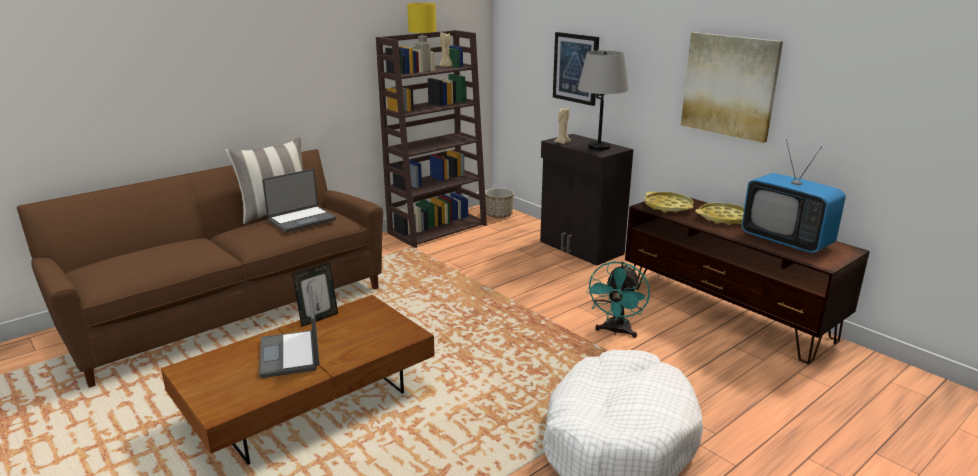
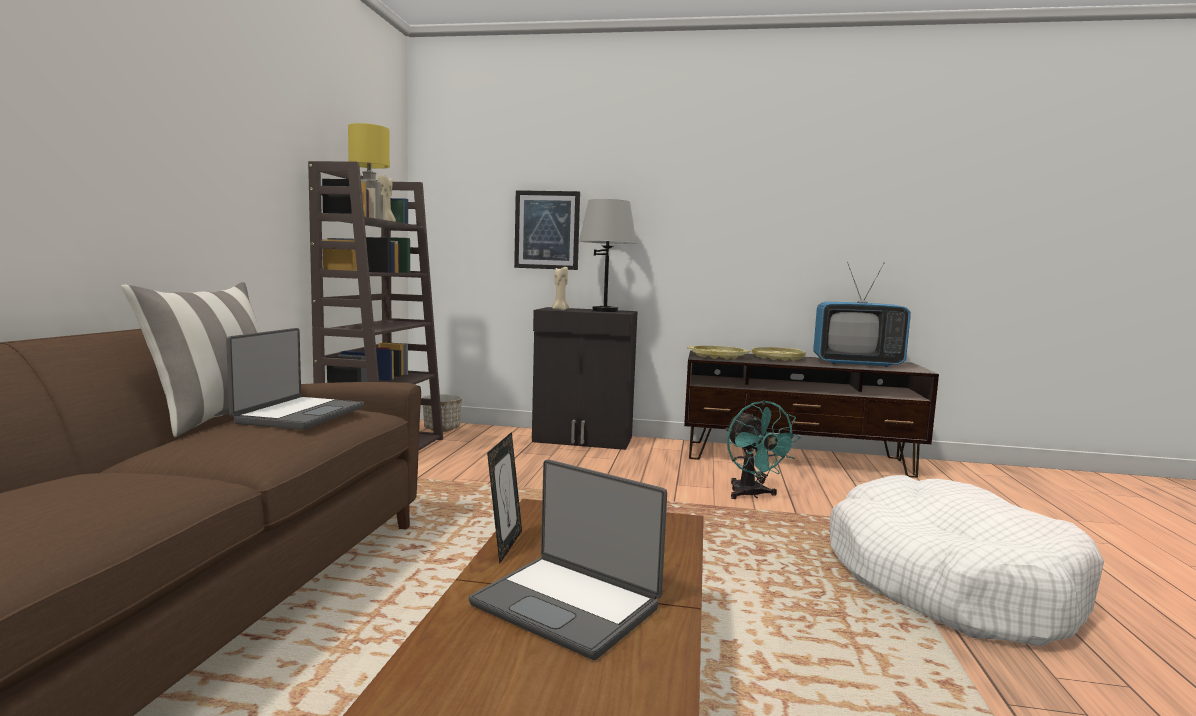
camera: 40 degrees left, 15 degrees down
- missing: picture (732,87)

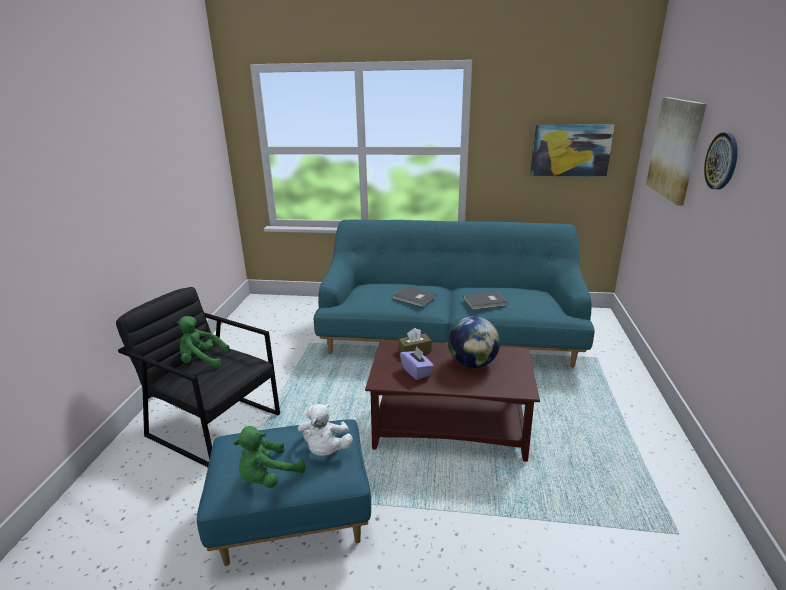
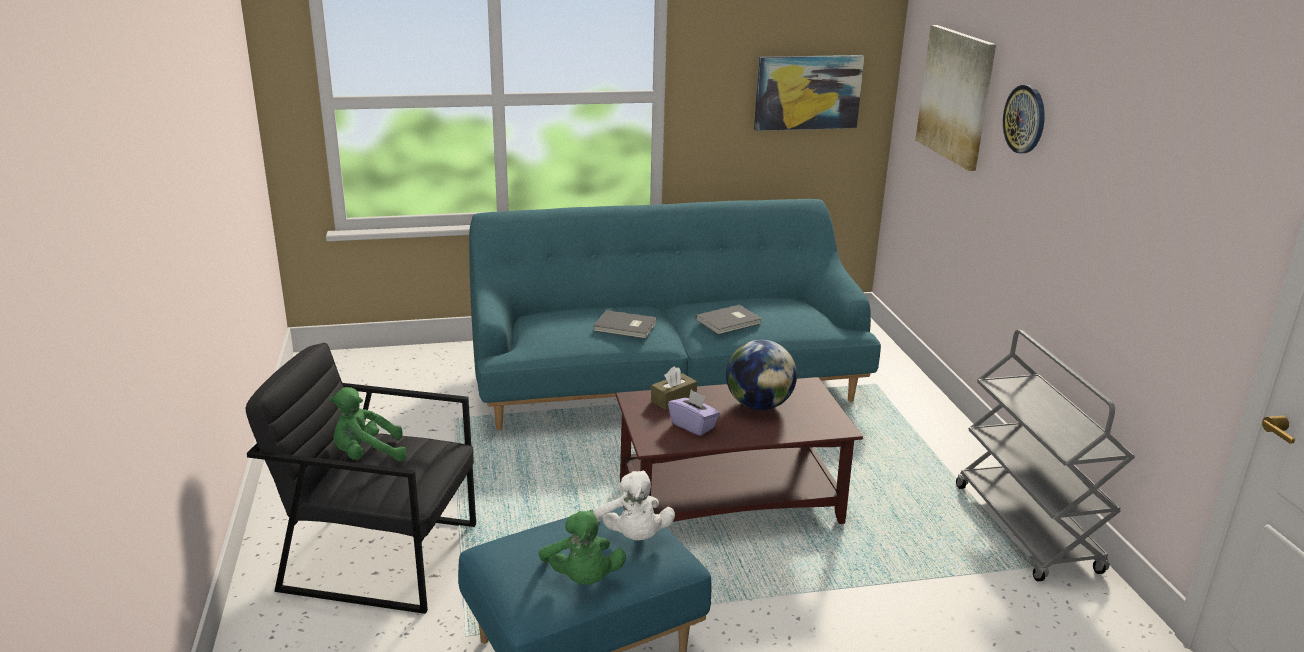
camera: 20 degrees left, 0 degrees up
- spun: plush toy/green (269,457) = (582,547) 45 degrees counterclockwise
- appeared: cart/grey (1045,455)

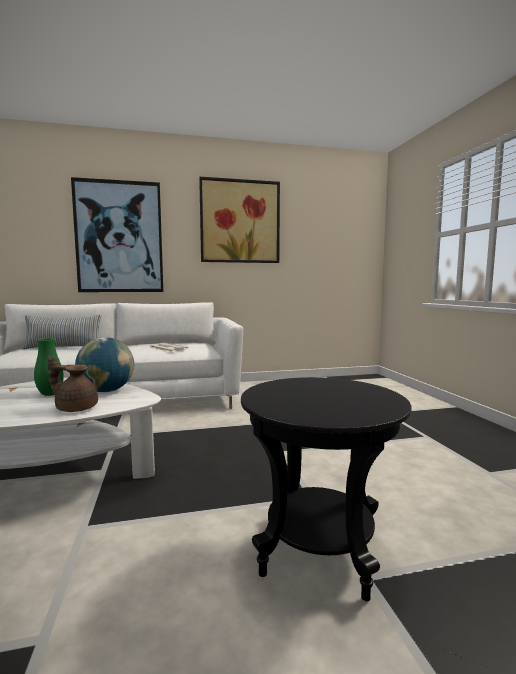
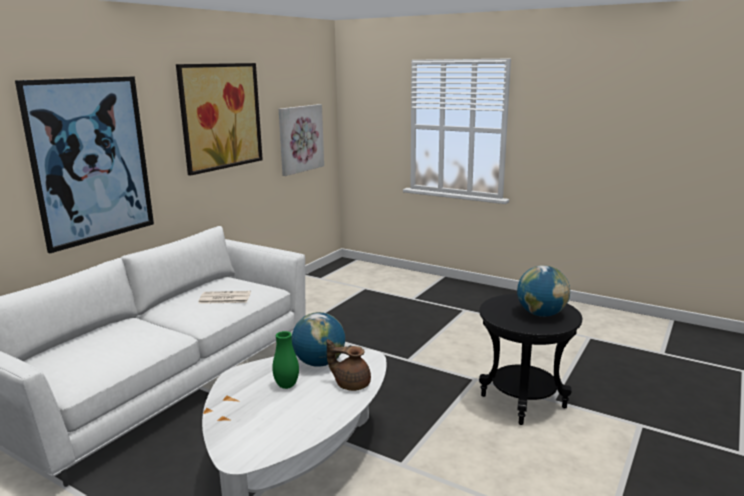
camera: 45 degrees left, 10 degrees up
- missing: pillow (62,332)
- spun: teapot/brown (73,384) = (348,365) 45 degrees clockwise
- appeared: picture (301,140)
- appeared: globe (543,291)

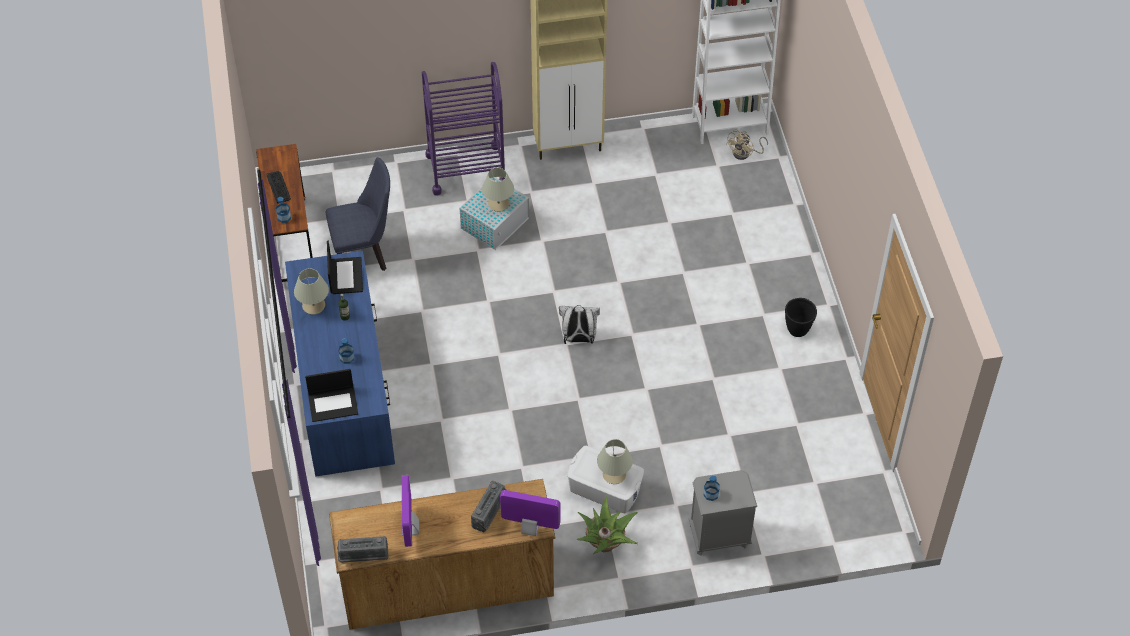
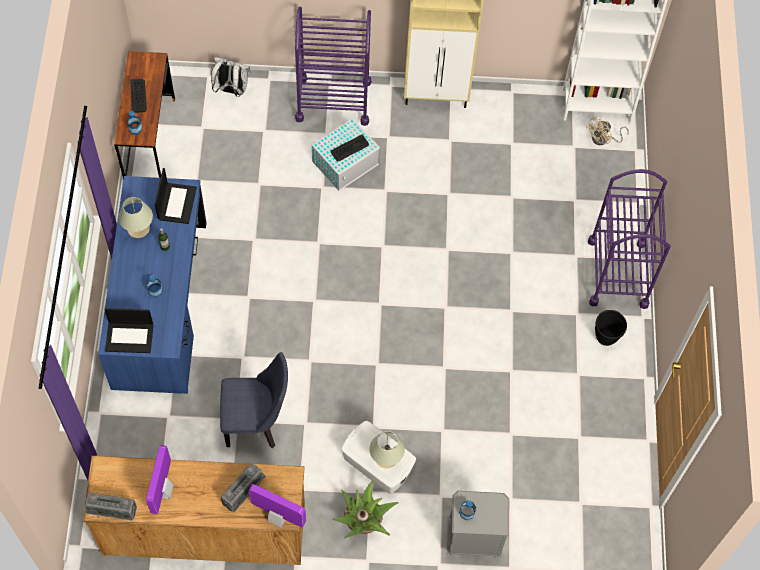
camera: 10 degrees right, 10 degrees up
- relocated: chair/blue (358,214) to (254,400)
- exchanged: table lamp/beige (498,190) to keyboard (349,147)
- relocated: backpack/white (579,324) to (231,77)
- appeared: cart/purple (629,239)

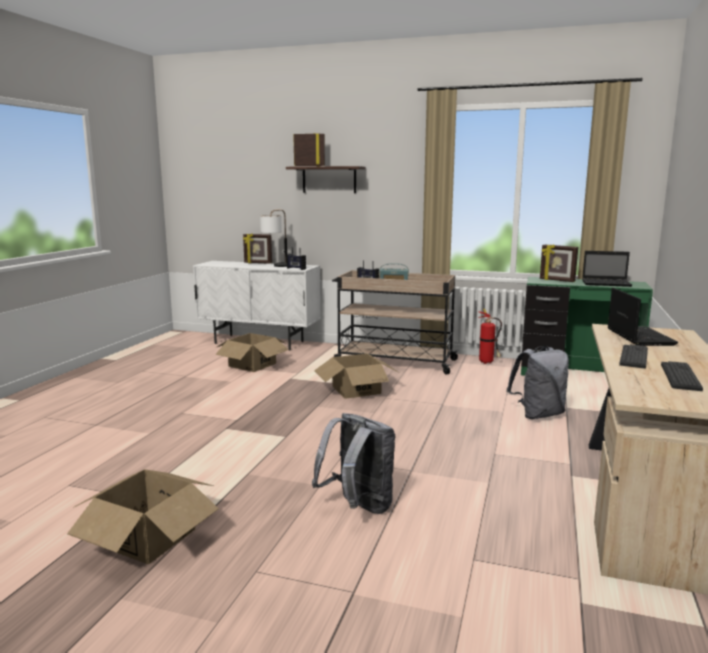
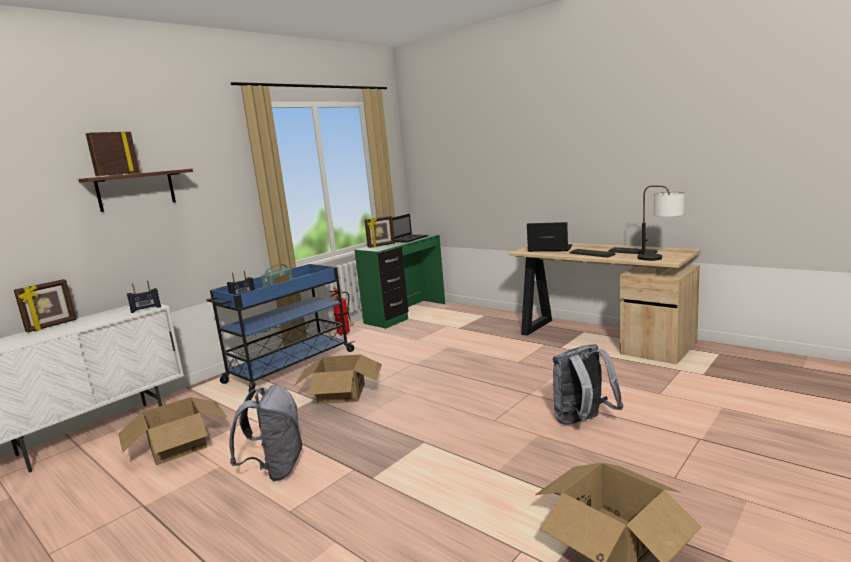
camera: 65 degrees left, 0 degrees up
- relocated: table lamp (273,238) to (661,223)
- colour: cart/beige (395,322) to cart/blue (280,328)
- relocated: backpack/grey (538,382) to (265,433)

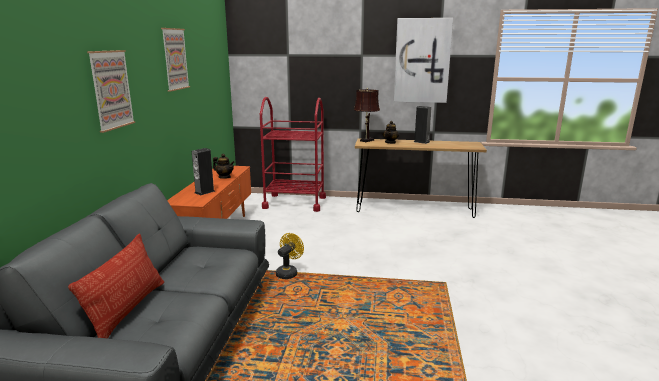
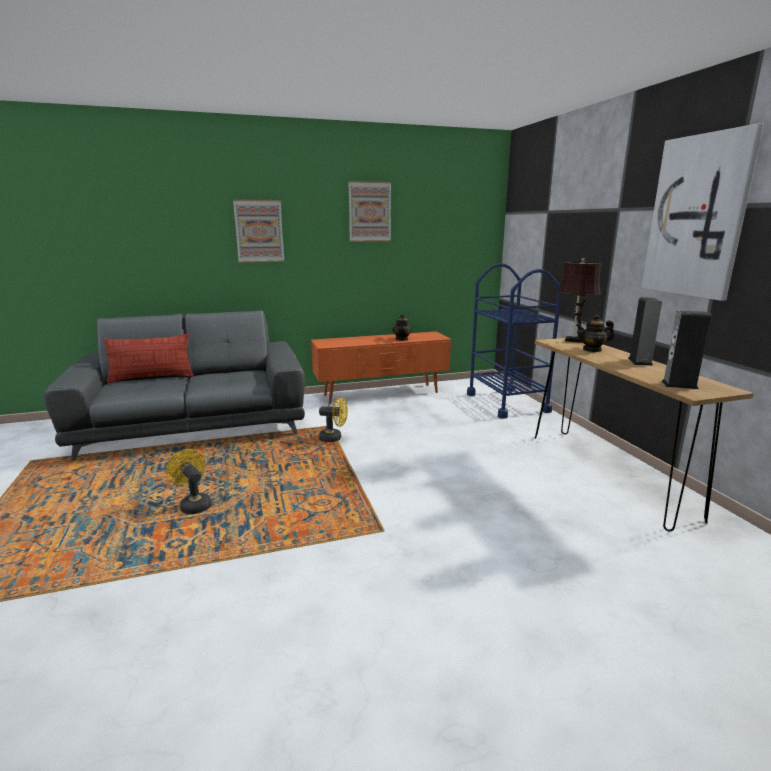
camera: 65 degrees right, 0 degrees up
- relocated: speaker (203,171) to (686,350)
- colour: cart/red (293,154) to cart/blue (514,341)
- appeared: fan/yellow (189,481)

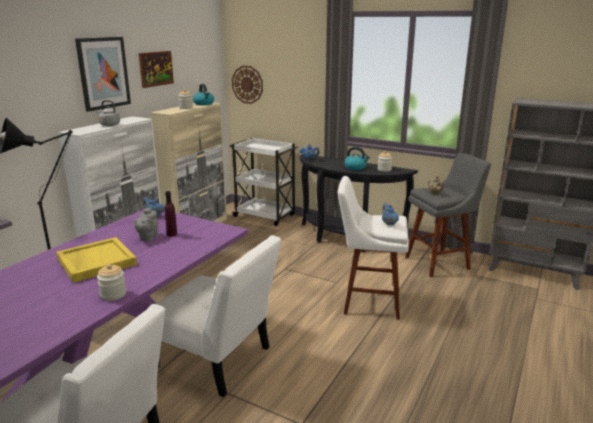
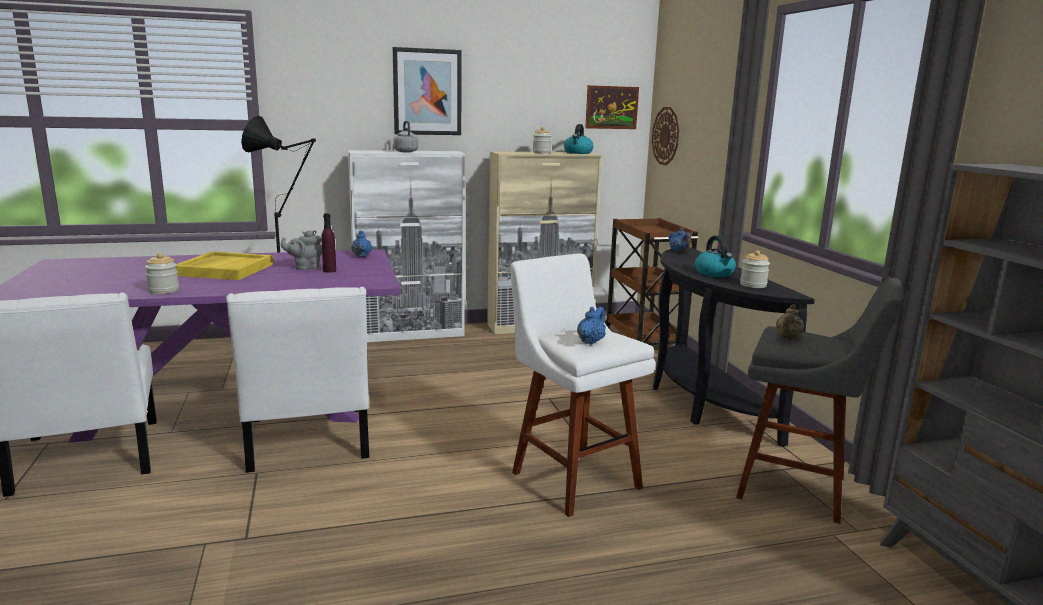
camera: 45 degrees right, 5 degrees down
- relocated: picture (156,69) to (612,107)
- colour: cart/white (264,182) to cart/brown (651,282)

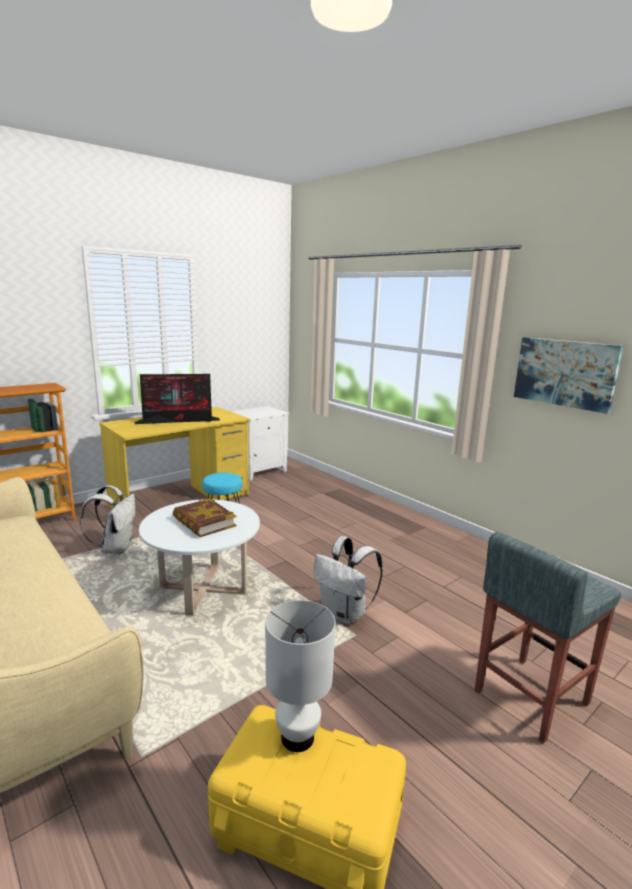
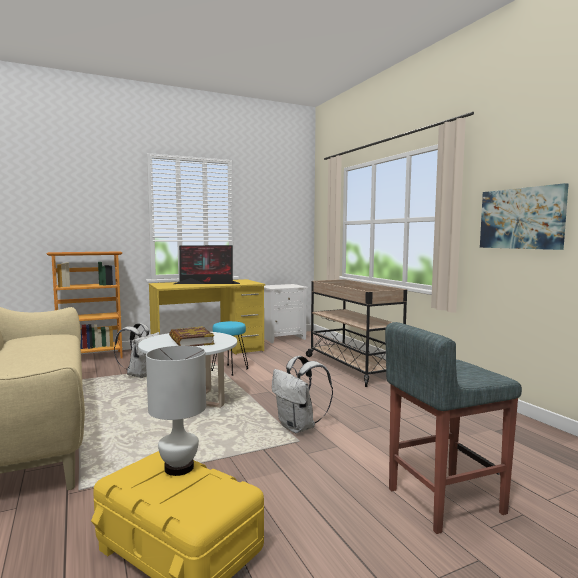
camera: 15 degrees right, 10 degrees down
- appeared: cart/beige (356,333)

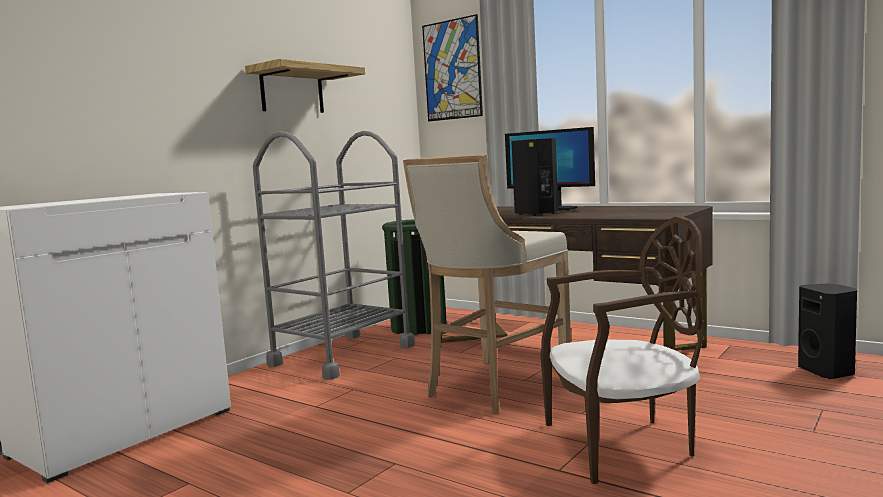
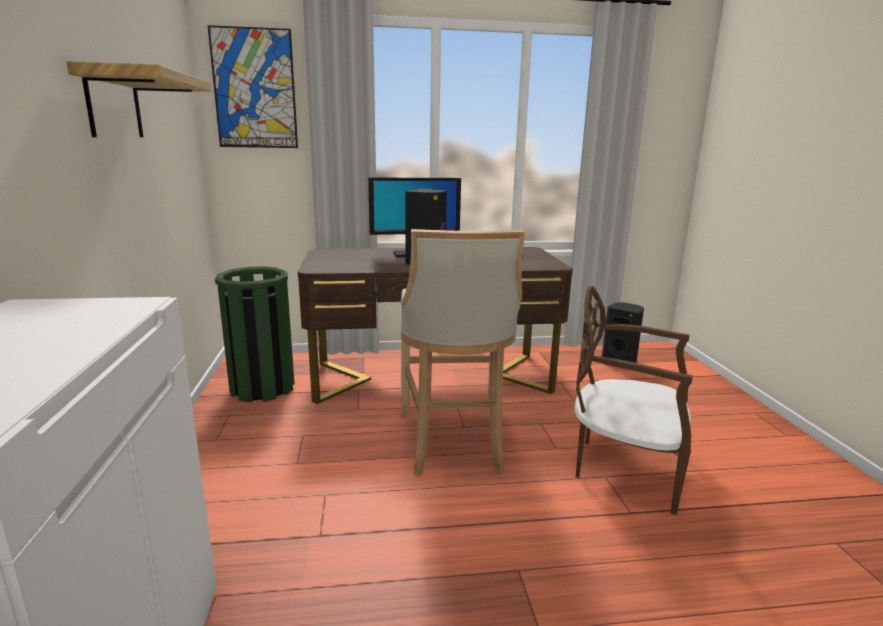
camera: 45 degrees left, 10 degrees up
- missing: cart/grey (334,255)
- spun: chair/brown (621,350) = (634,400) 105 degrees counterclockwise

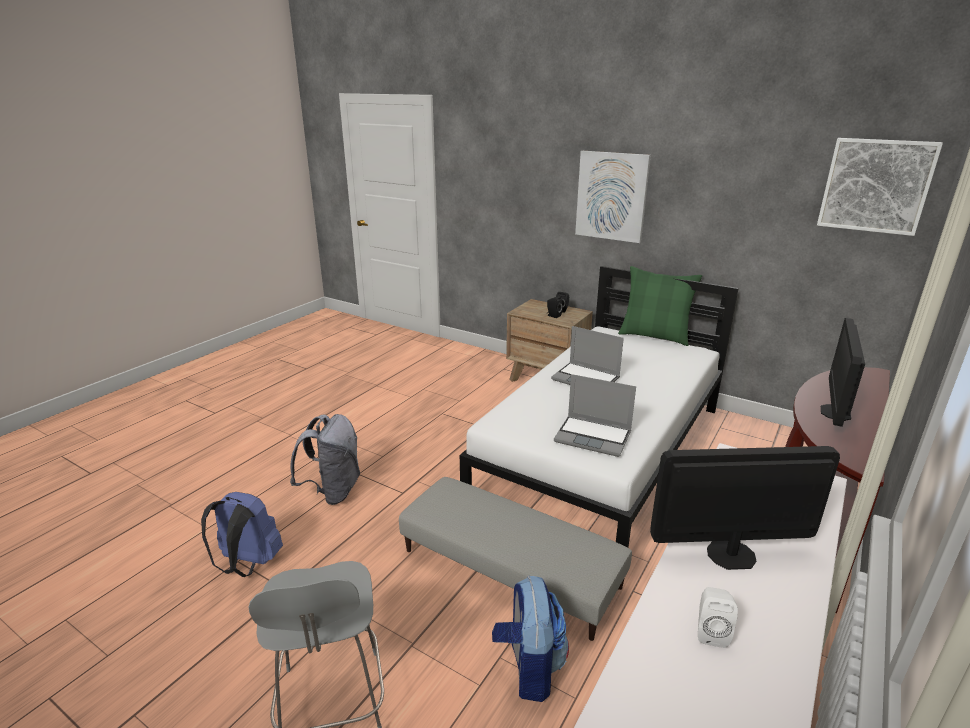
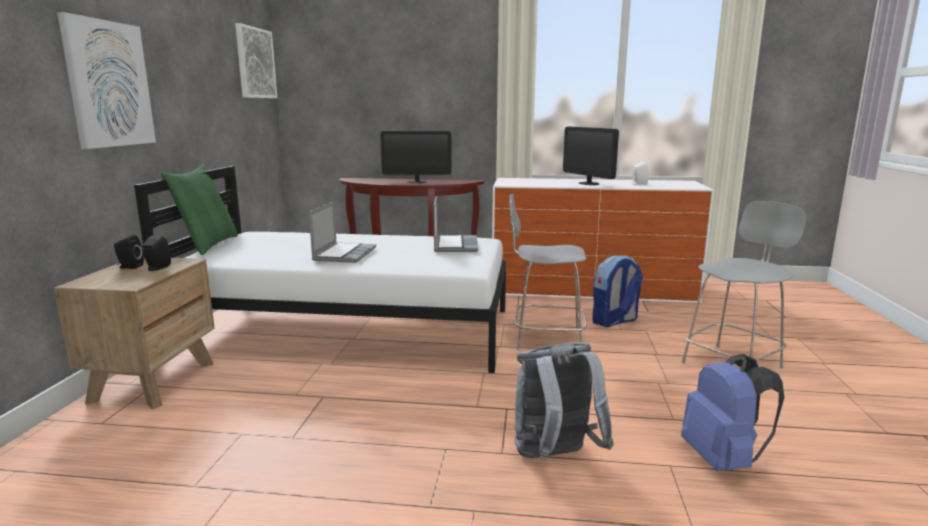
camera: 115 degrees left, 10 degrees down
- exchanged: ottoman/grey (515,559) to chair/grey (548,272)

